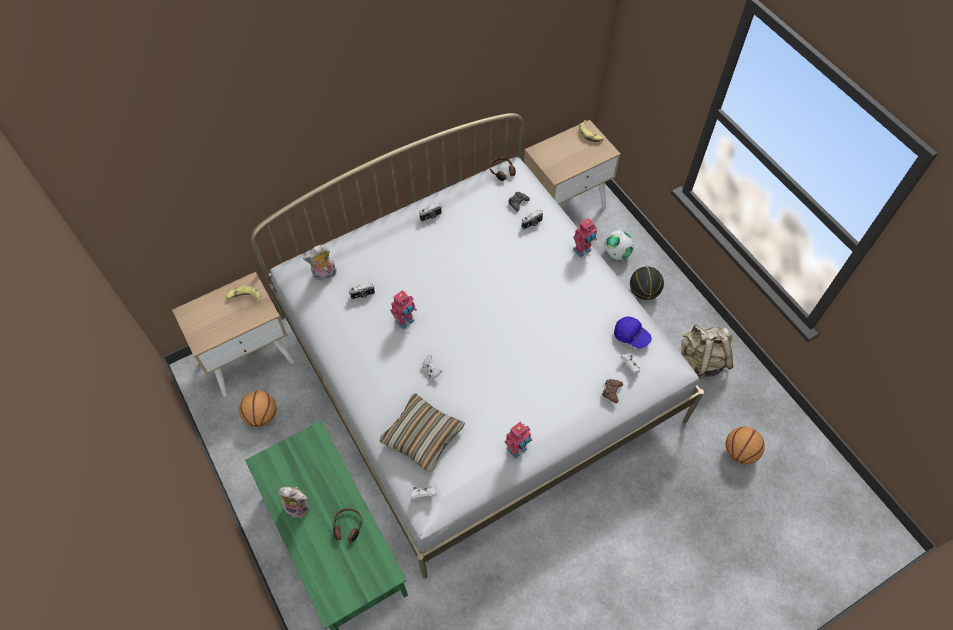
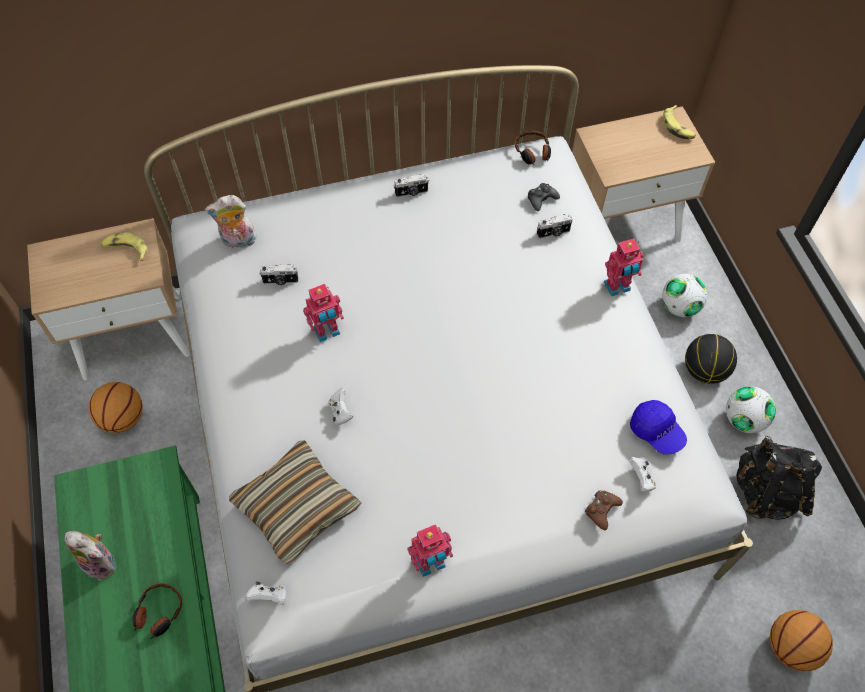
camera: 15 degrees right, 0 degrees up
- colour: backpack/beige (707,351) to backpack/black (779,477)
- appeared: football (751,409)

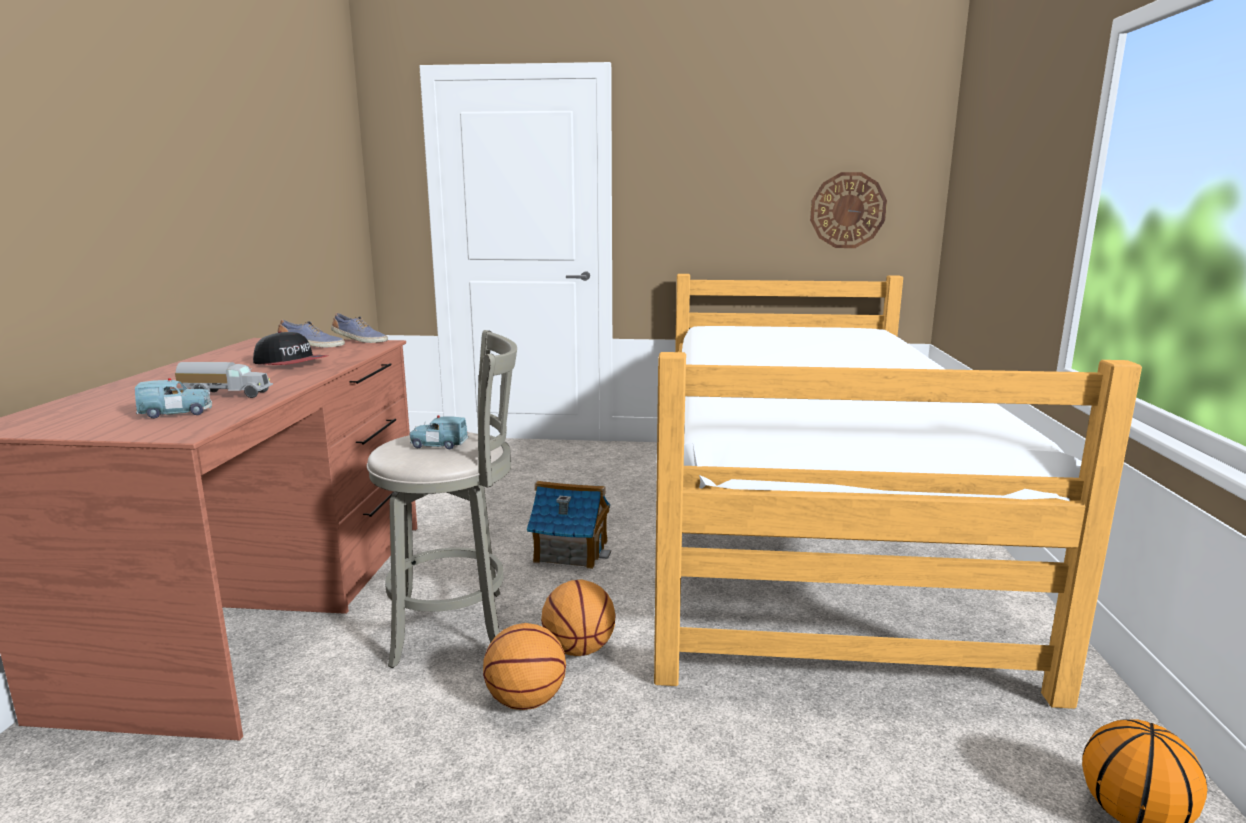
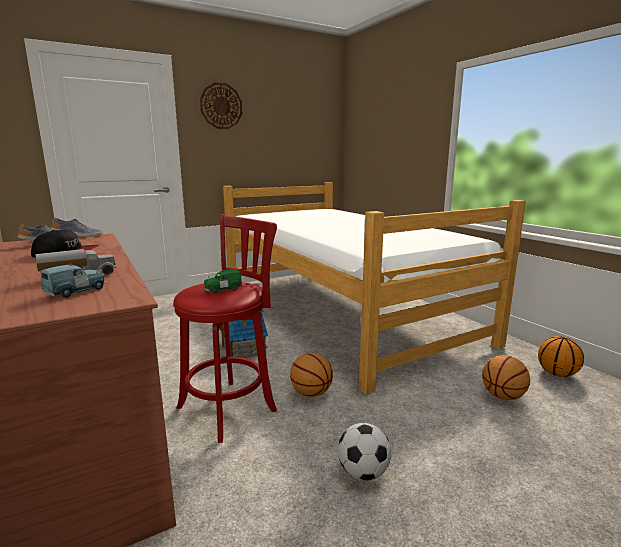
camera: 35 degrees left, 0 degrees up
- colour: stool/grey (442,499) to stool/red (225,328)
- colour: toy car/blue (438,432) to toy car/green (223,281)
- relocated: basketball (524,666) to (506,377)
- relocated: wall clock (848,210) to (221,105)
- appeared: football (364,452)

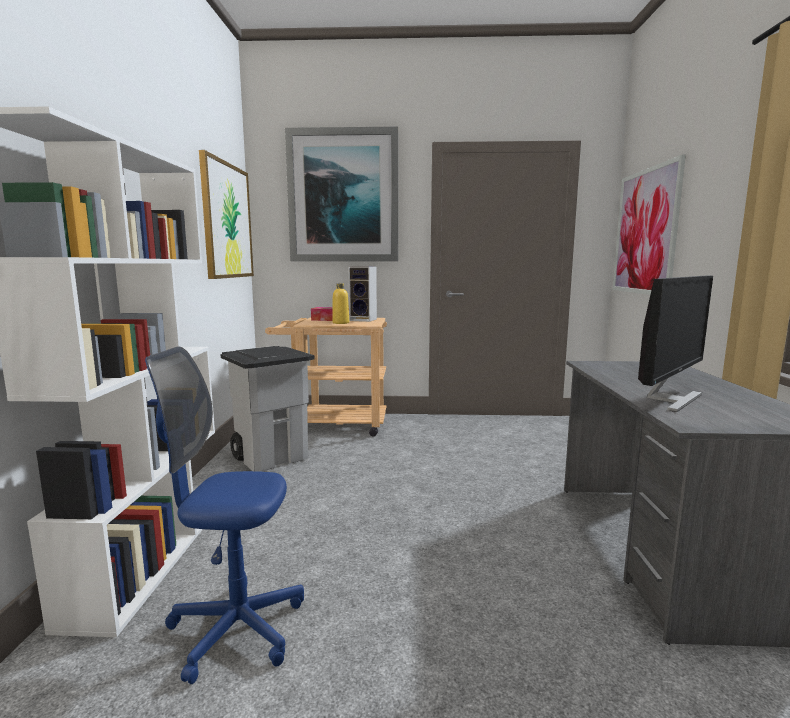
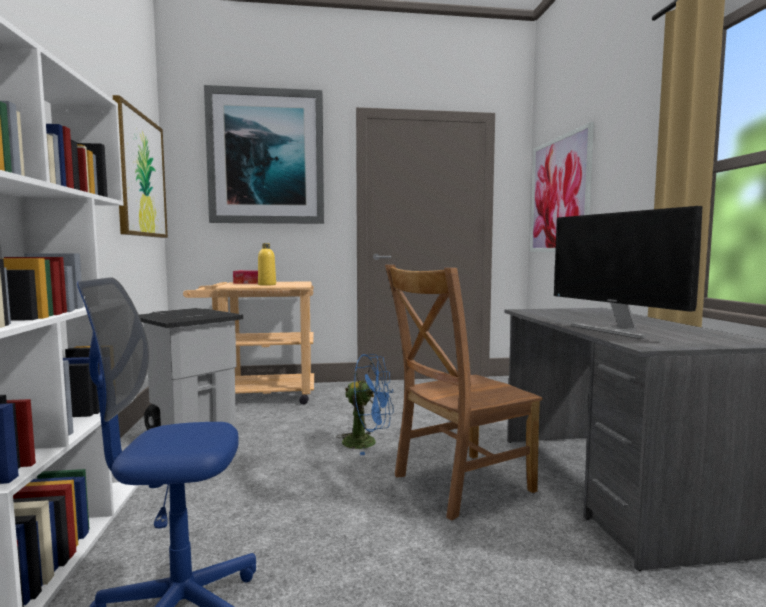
camera: 10 degrees left, 5 degrees down
- missing: speaker (362,294)
- spun: monitor (675,344) = (628,272) 120 degrees clockwise
- appeared: fan/blue (364,404)
- appeared: chair/brown (463,392)

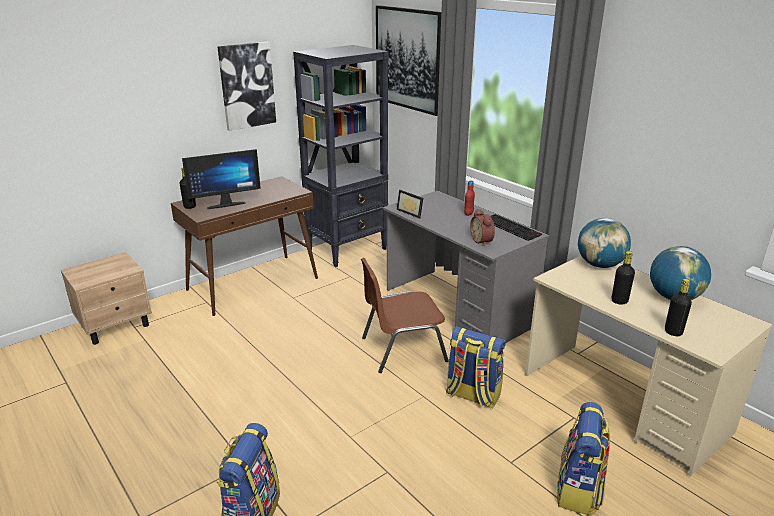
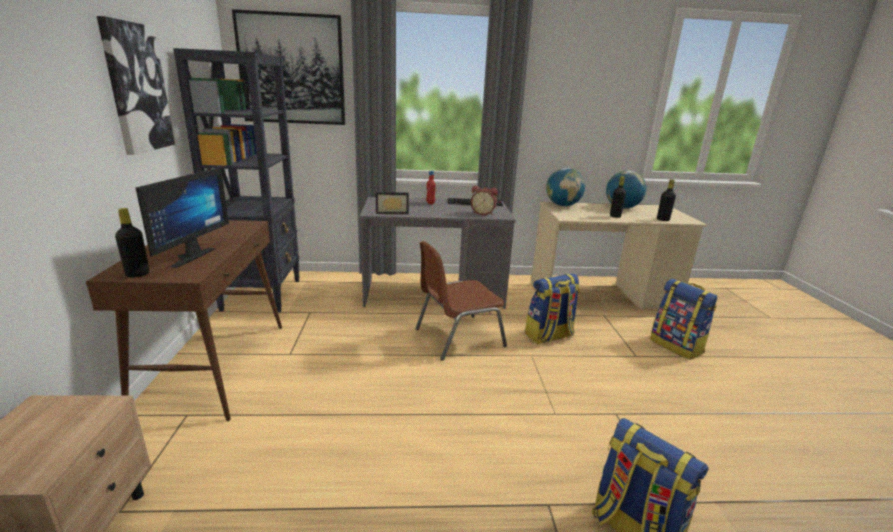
camera: 55 degrees left, 5 degrees down
- spun: chair/brown (405,315) = (461,301) 45 degrees clockwise

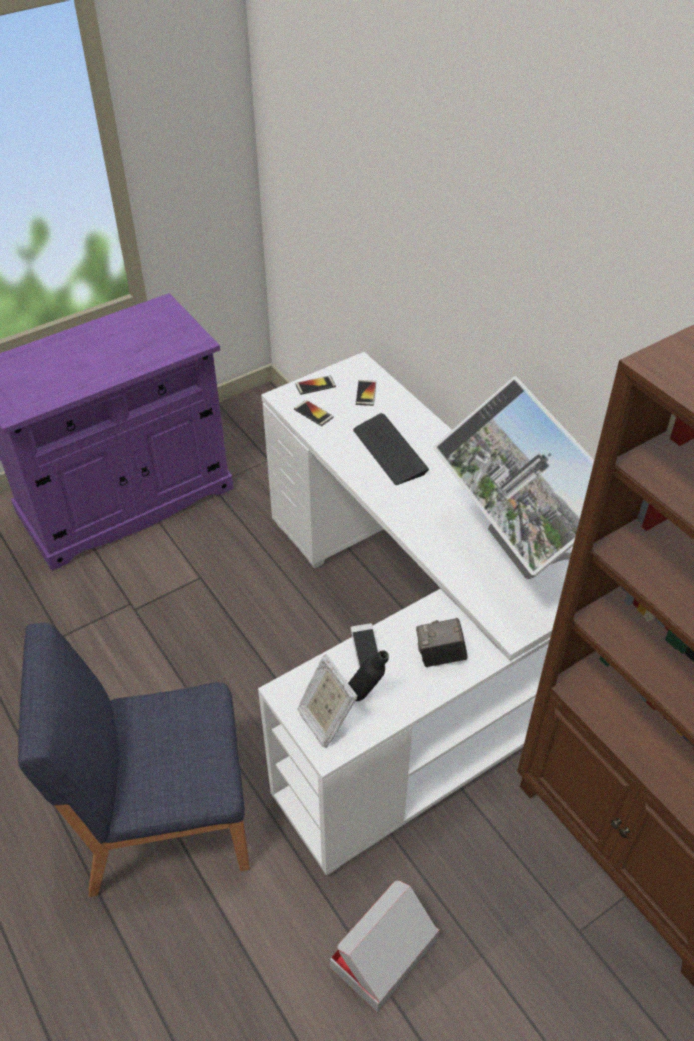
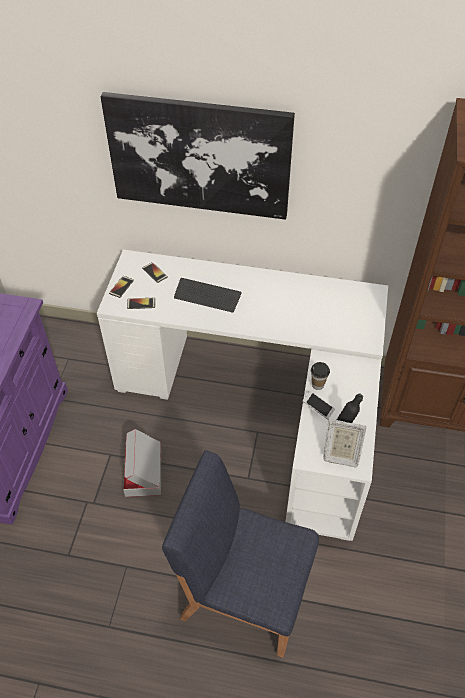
camera: 45 degrees left, 5 degrees up
- spun: chair/blue (134,760) = (240,554) 75 degrees clockwise
- relocated: cardboard box (384,946) to (142,463)
- missing: photo camera (441,642)
- missing: monitor (513,477)
- appeared: picture (197,156)
- appeared: cup (320,376)

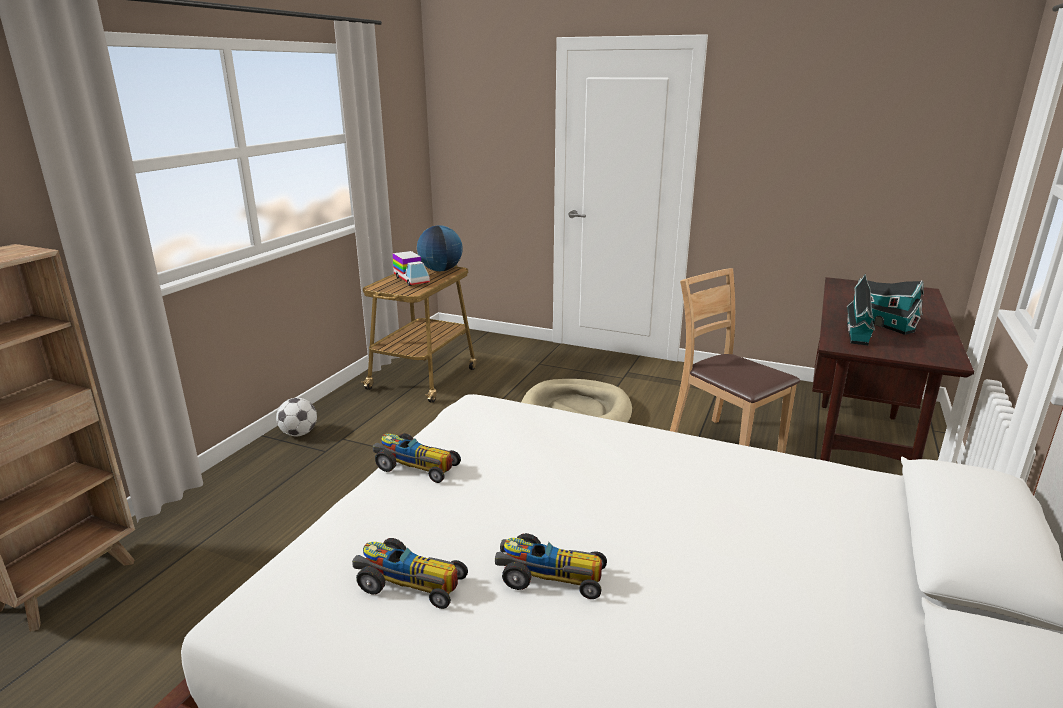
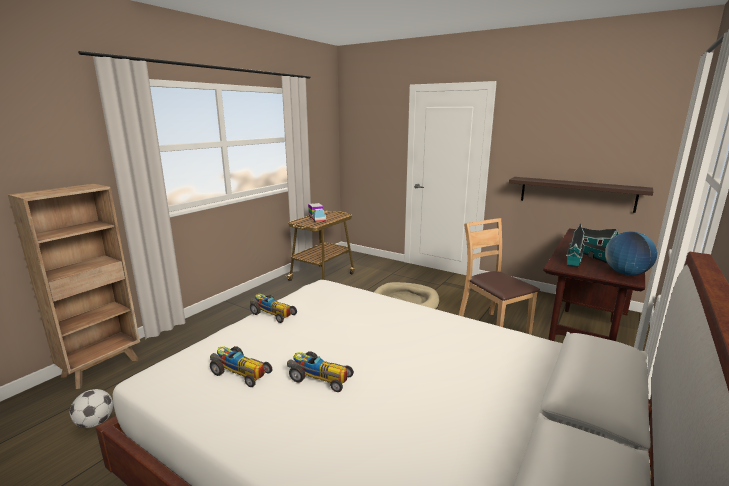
camera: 10 degrees right, 5 degrees down
- relocated: football (296,417) to (91,408)
- relocated: globe (440,248) to (631,253)
- appeared: shelf (581,195)

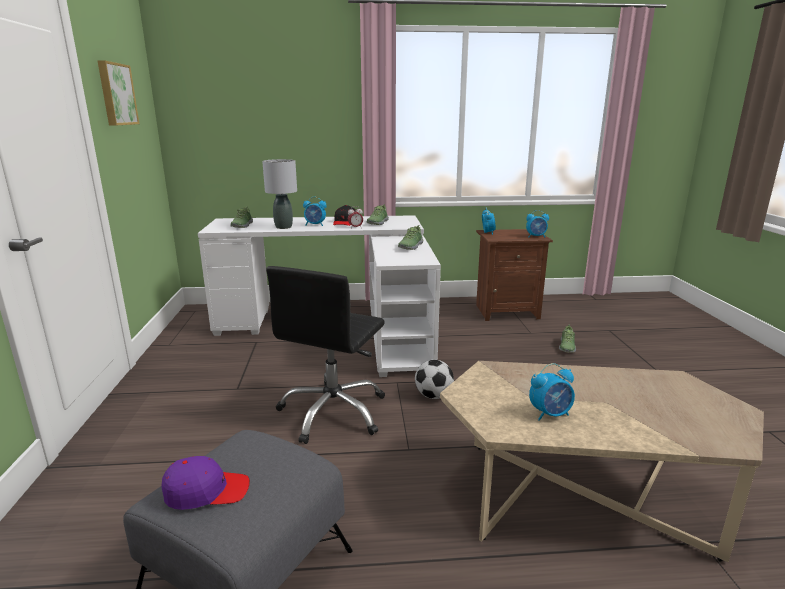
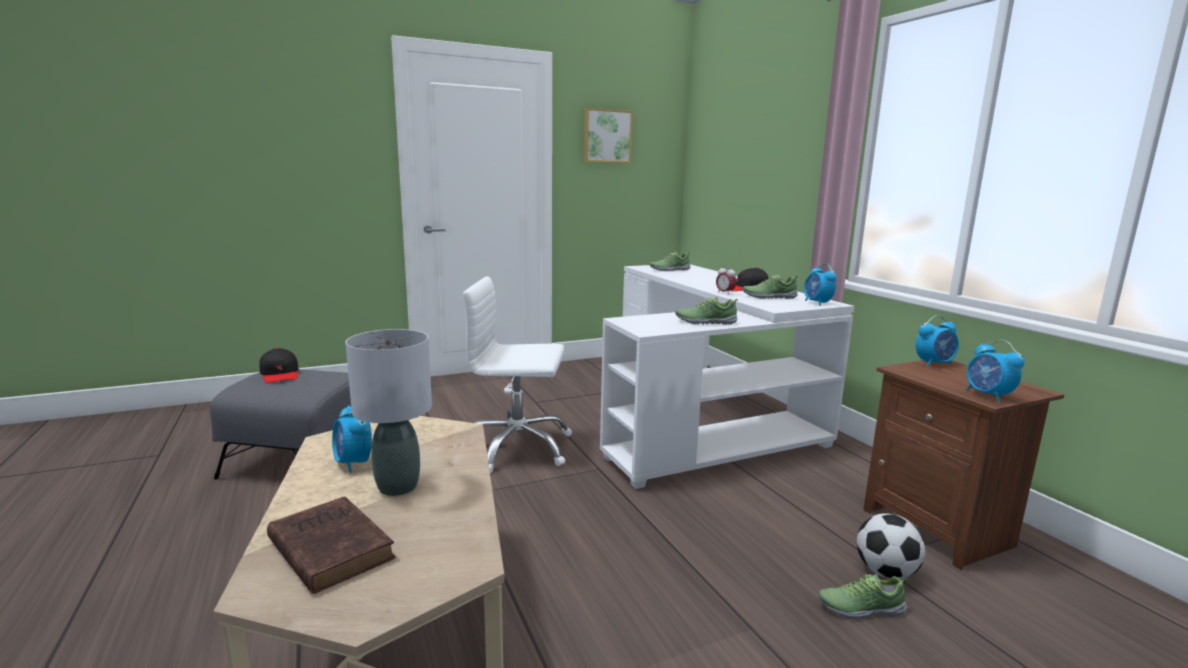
camera: 70 degrees right, 5 degrees down
- colour: cap/purple (206,483) to cap/black (279,365)
- relocated: table lamp/grey (279,194) to (389,412)
- colour: office chair/black (325,355) to office chair/white (517,375)
- relocated: alarm clock (315,211) to (820,284)
- relocated: football (434,379) to (891,546)
- appeared: book/brown (331,545)

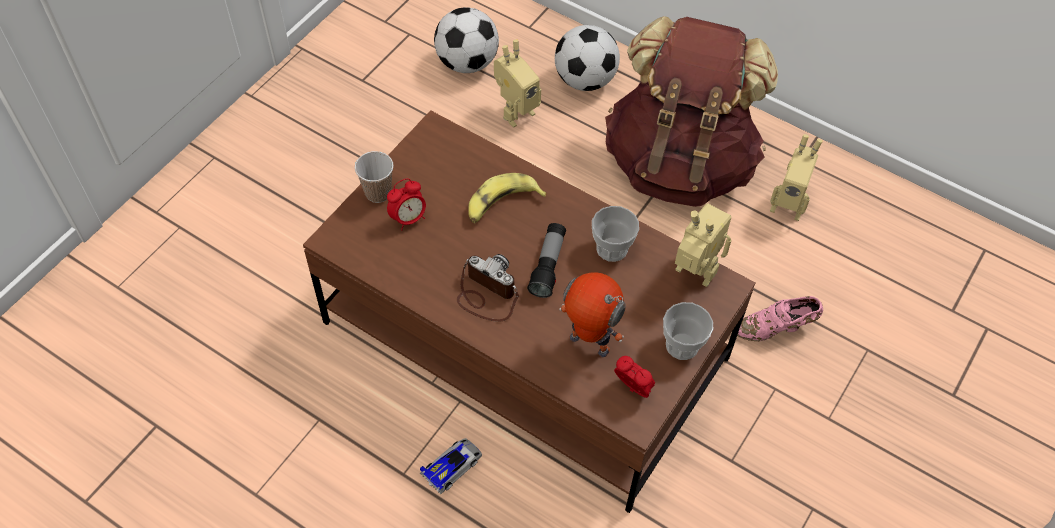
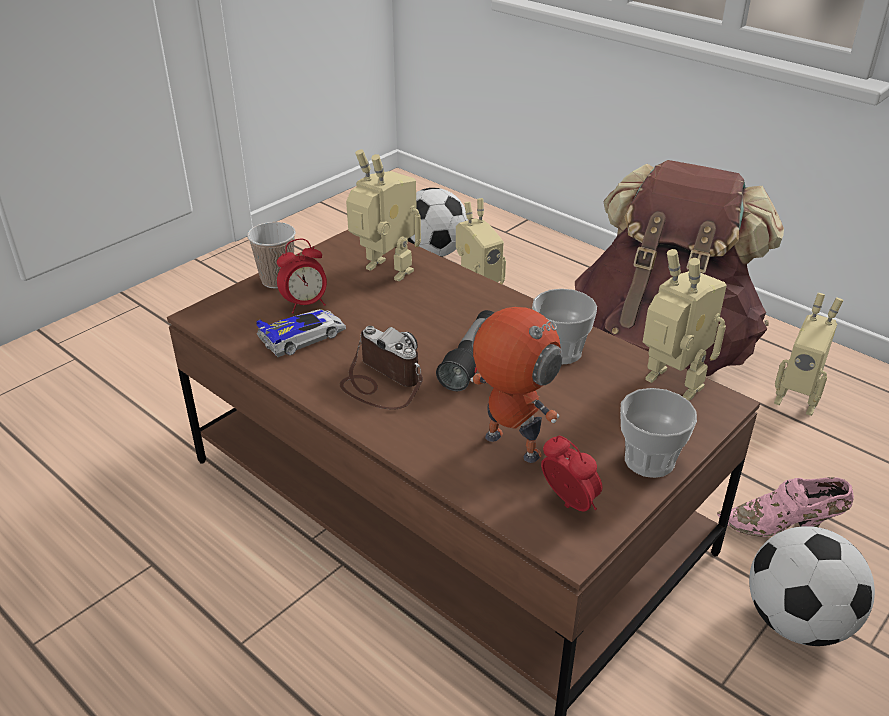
camera: 10 degrees right, 20 degrees down
- relocated: toy car (451,466) to (301,333)
- missing: banana (507,198)
- relocated: football (587,58) to (812,586)
- appeared: toy robot (383,215)

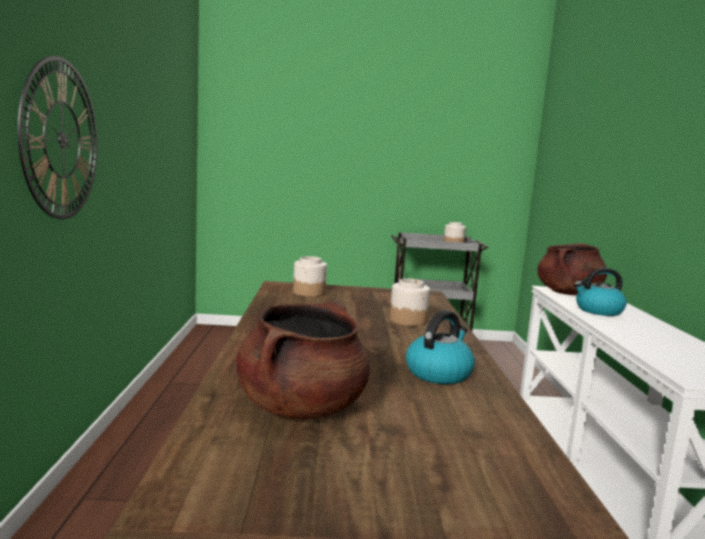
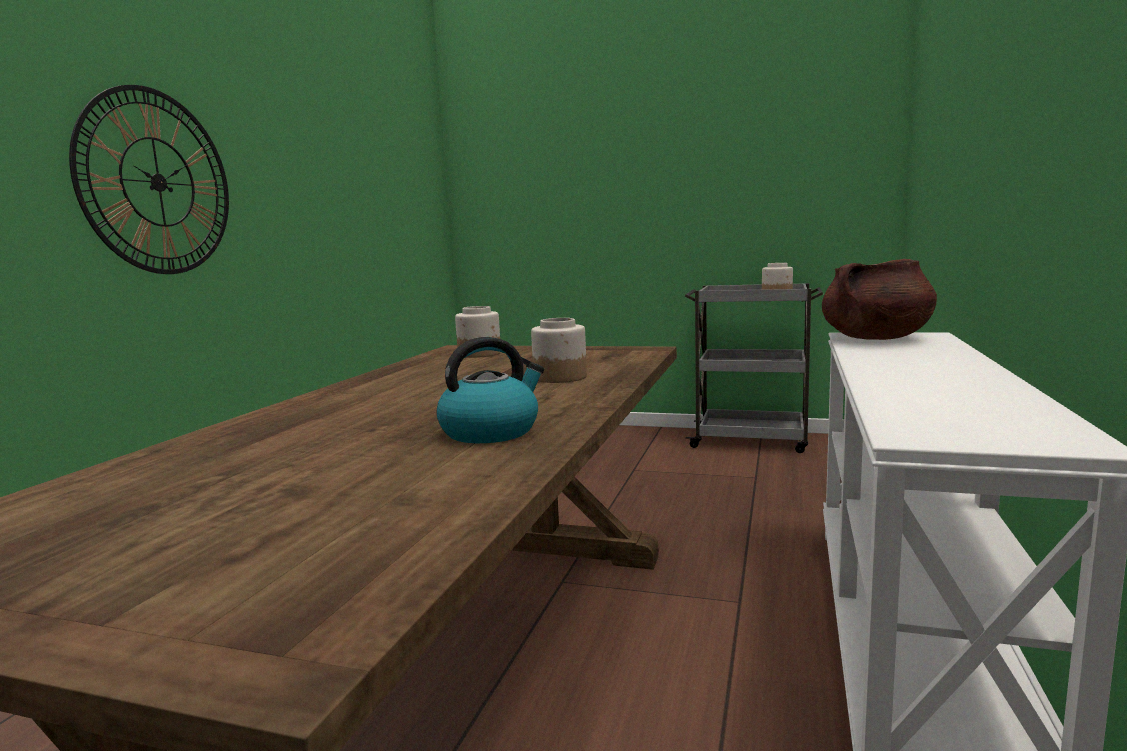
camera: 20 degrees right, 0 degrees up
- missing: cooking pot/brown (303,360)
- missing: kettle (600,291)

